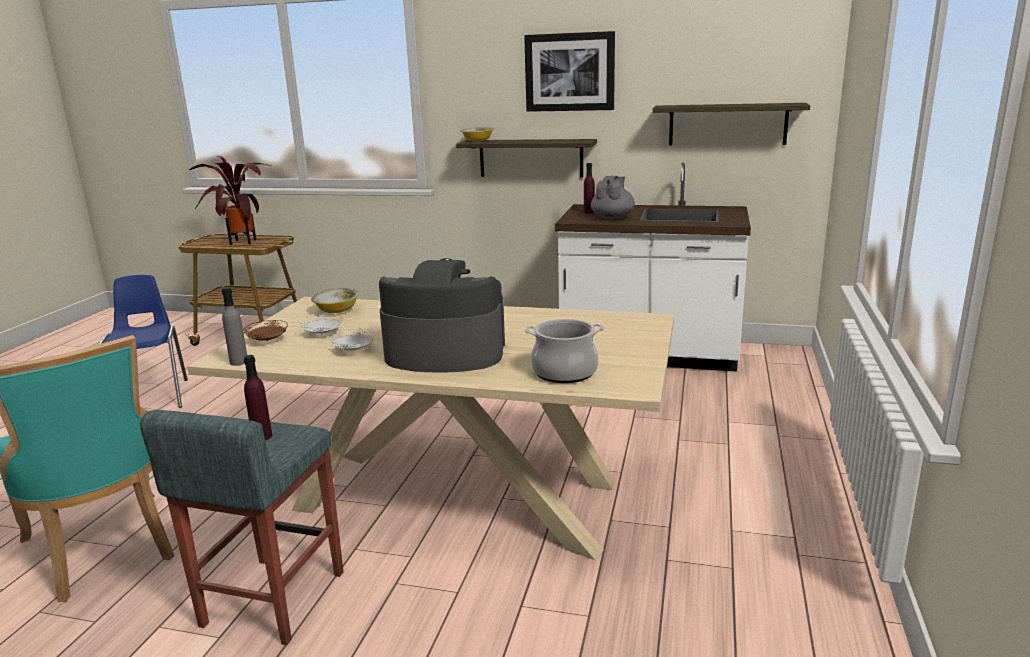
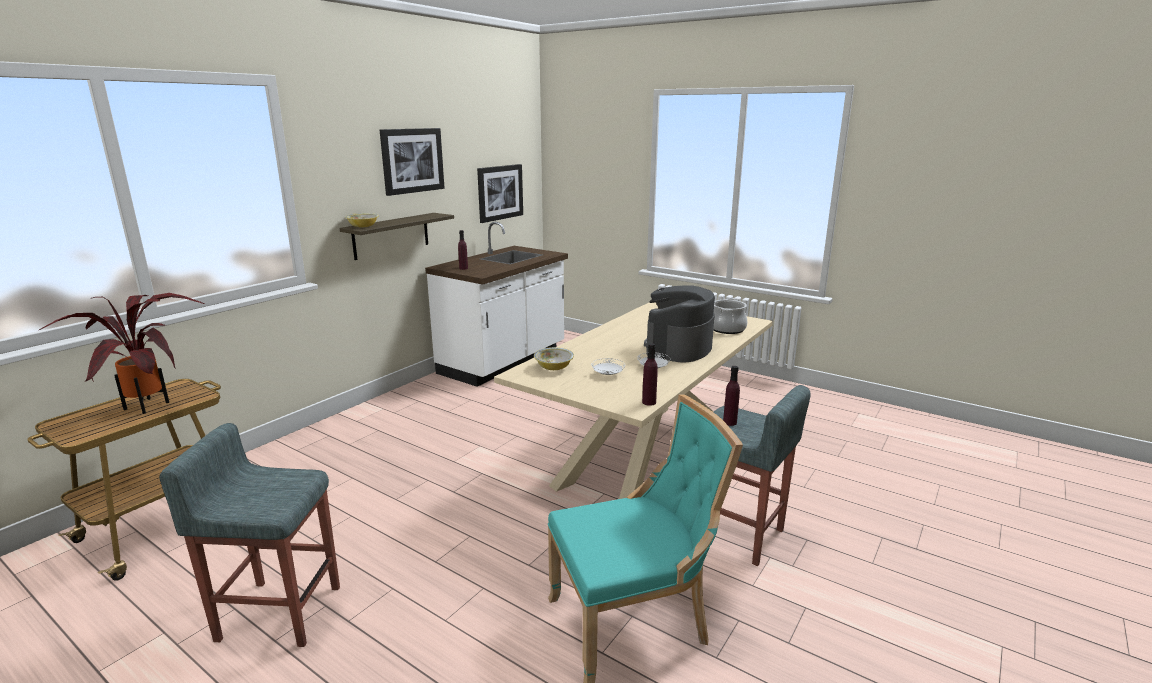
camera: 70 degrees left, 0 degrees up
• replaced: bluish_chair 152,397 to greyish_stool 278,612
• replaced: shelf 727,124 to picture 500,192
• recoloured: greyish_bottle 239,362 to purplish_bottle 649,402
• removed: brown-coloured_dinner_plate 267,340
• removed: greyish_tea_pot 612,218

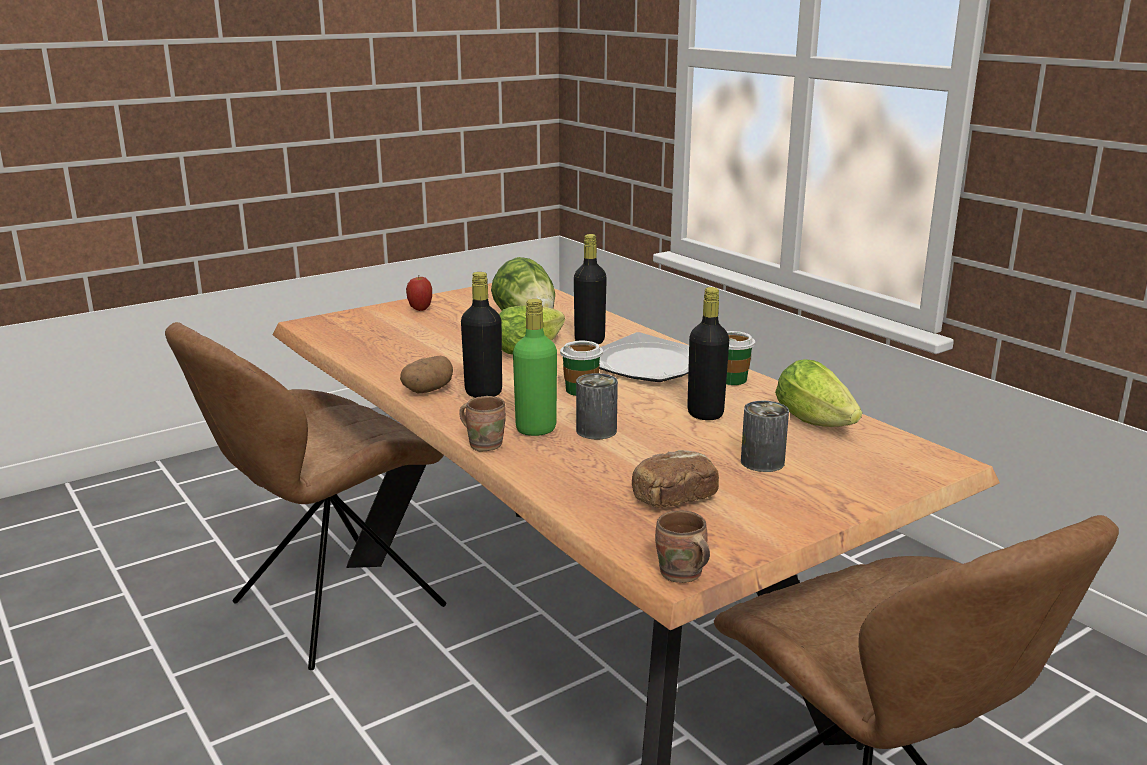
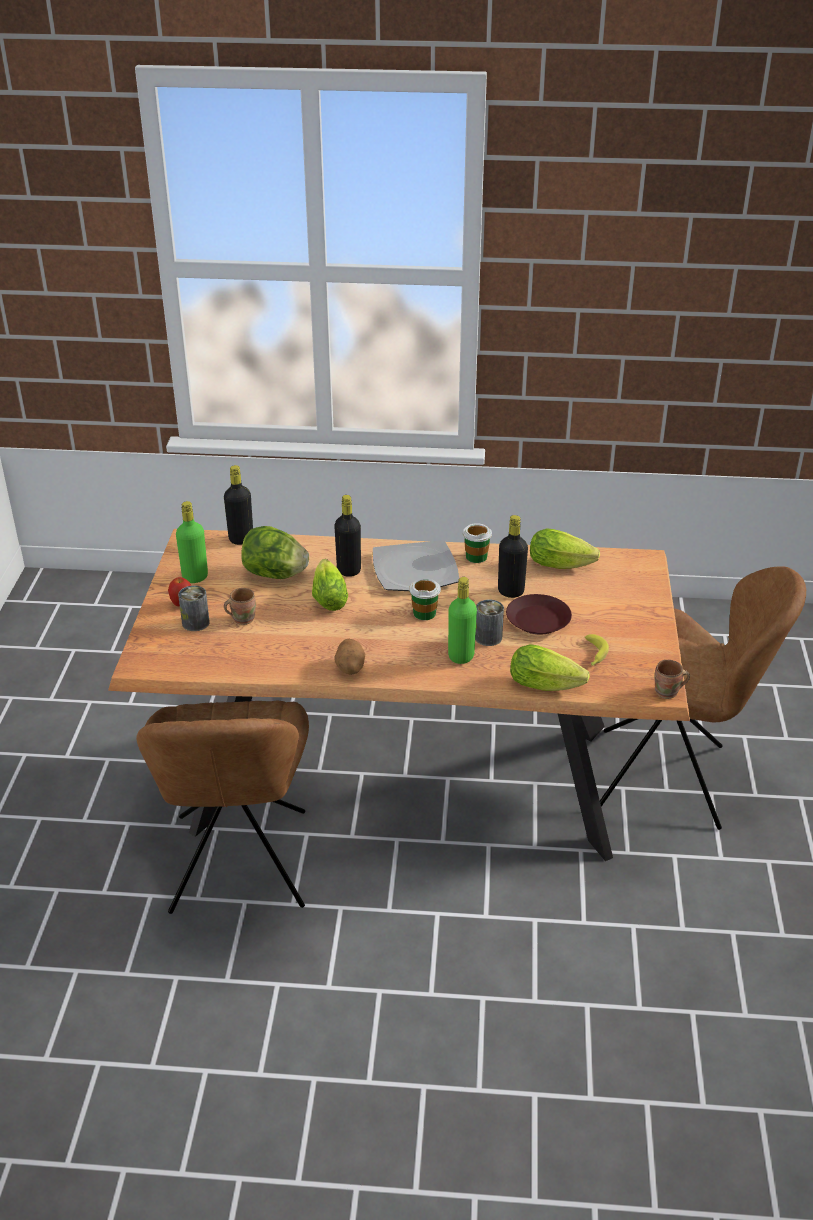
camera: 50 degrees left, 15 degrees up
• added: green-coloured_bottle 195,577
• moved: sealed_can 762,462 to 195,623
• moved: black_bottle 483,393 to 241,539
• moved: brown-coloured_tea_mug 485,444 to 242,618
• added: brown-coloured_dinner_plate 539,620
• added: lettuce 548,685
• replaced: bread 673,497 to banana 594,655

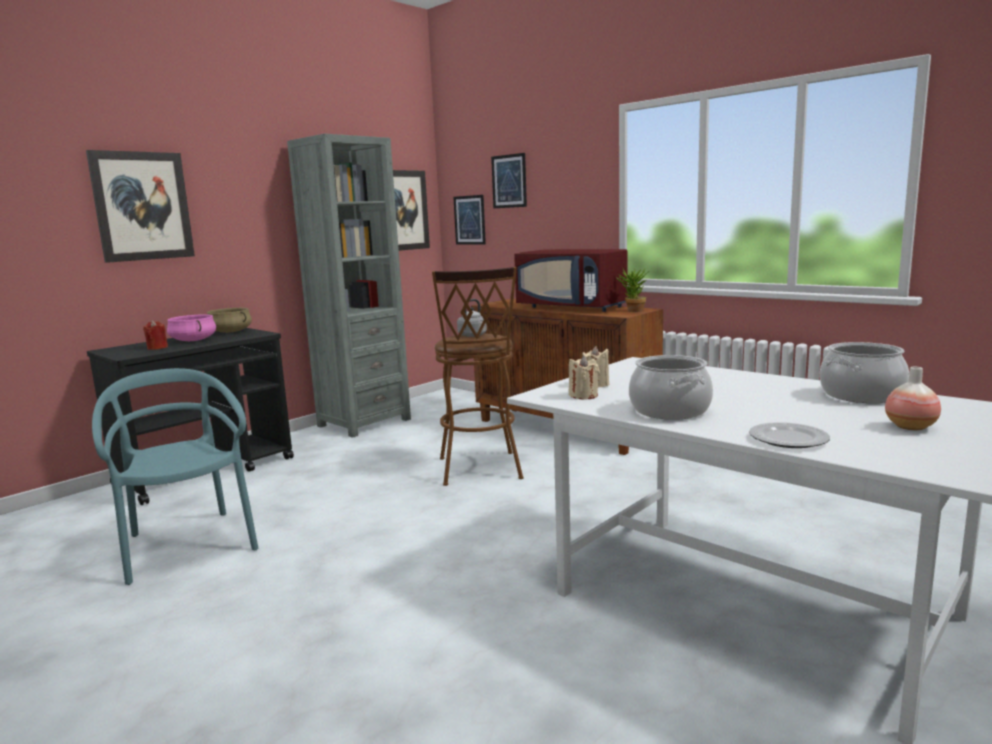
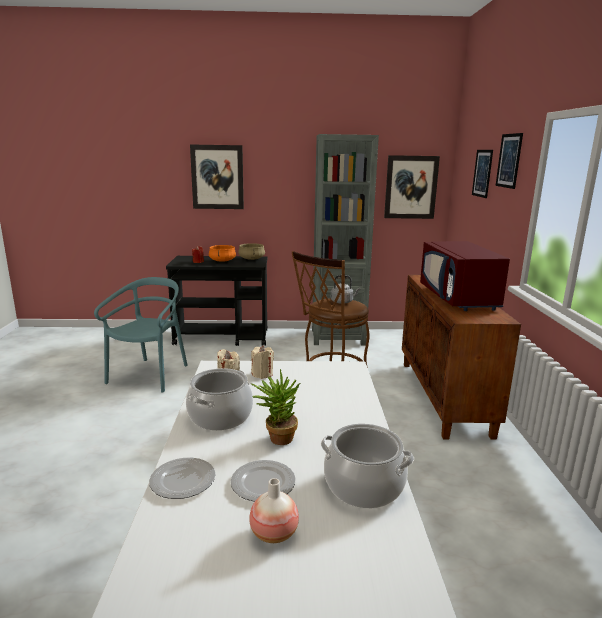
camera: 45 degrees right, 5 degrees up
• recoloured: pinkish_cooking_pot 193,340 to orange_cooking_pot 222,261
• added: dinner_plate 262,483
• moved: houseplant 632,311 to 277,438
• moved: picture 469,220 to 509,160

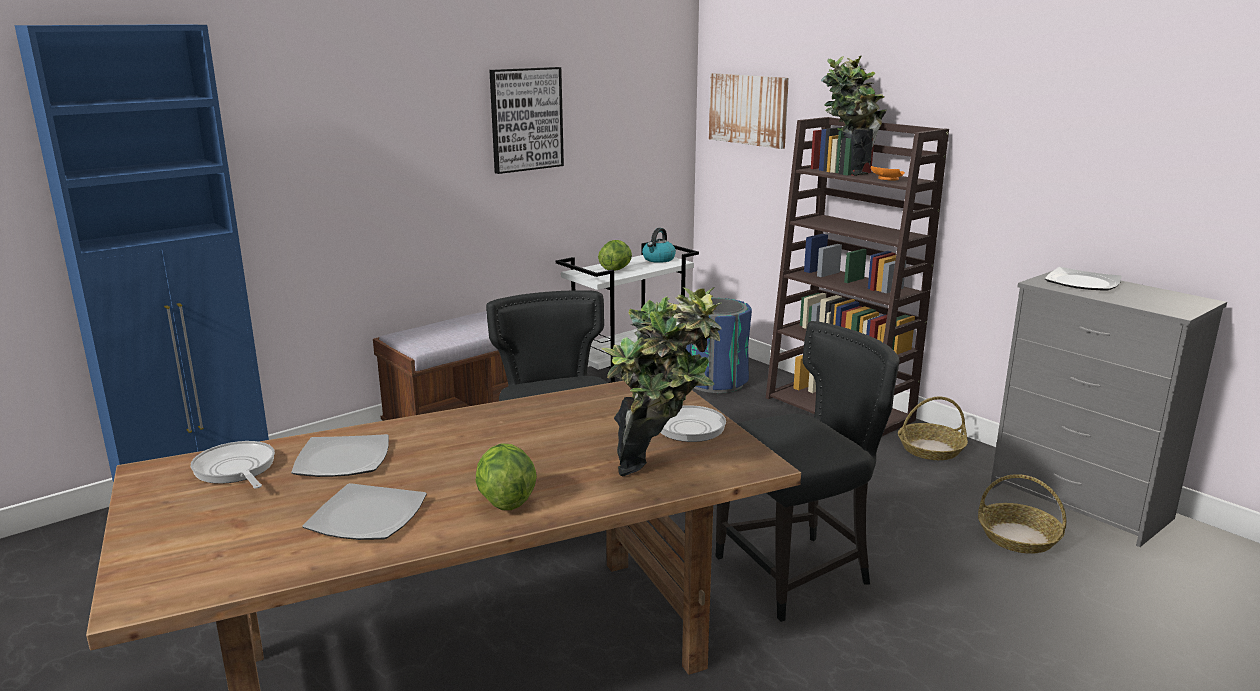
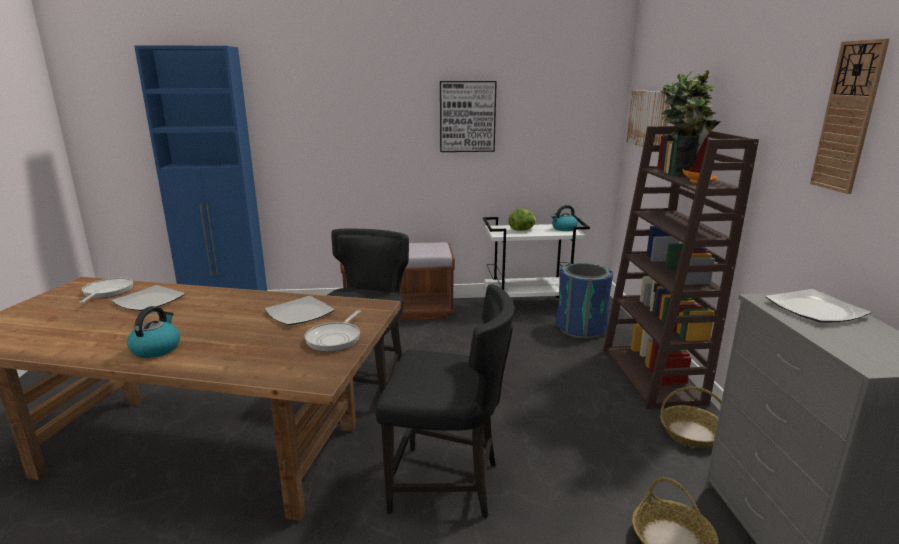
camera: 35 degrees right, 0 degrees up
• replaced: lettuce 505,500 to tea_kettle 156,348
• moved: dinner_plate 367,517 to 299,314
• added: hanging_clock 848,117
• removed: houseplant 661,469

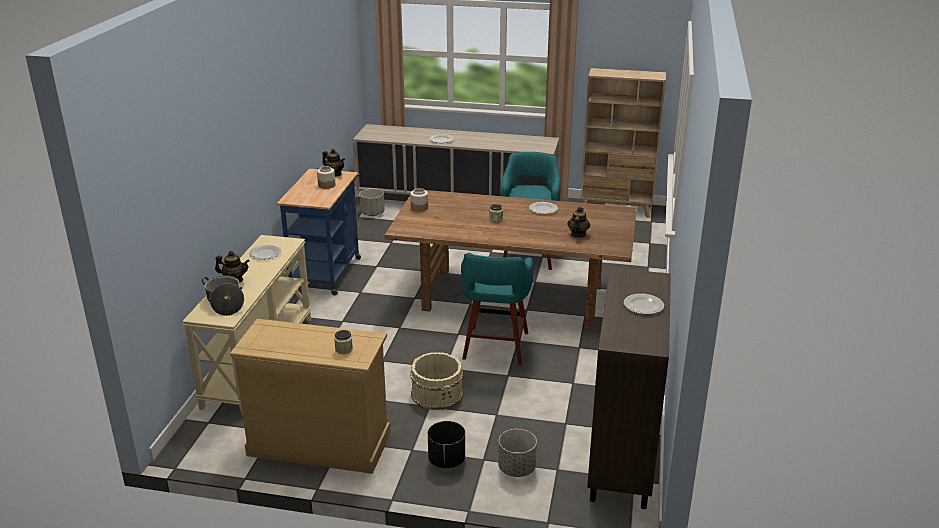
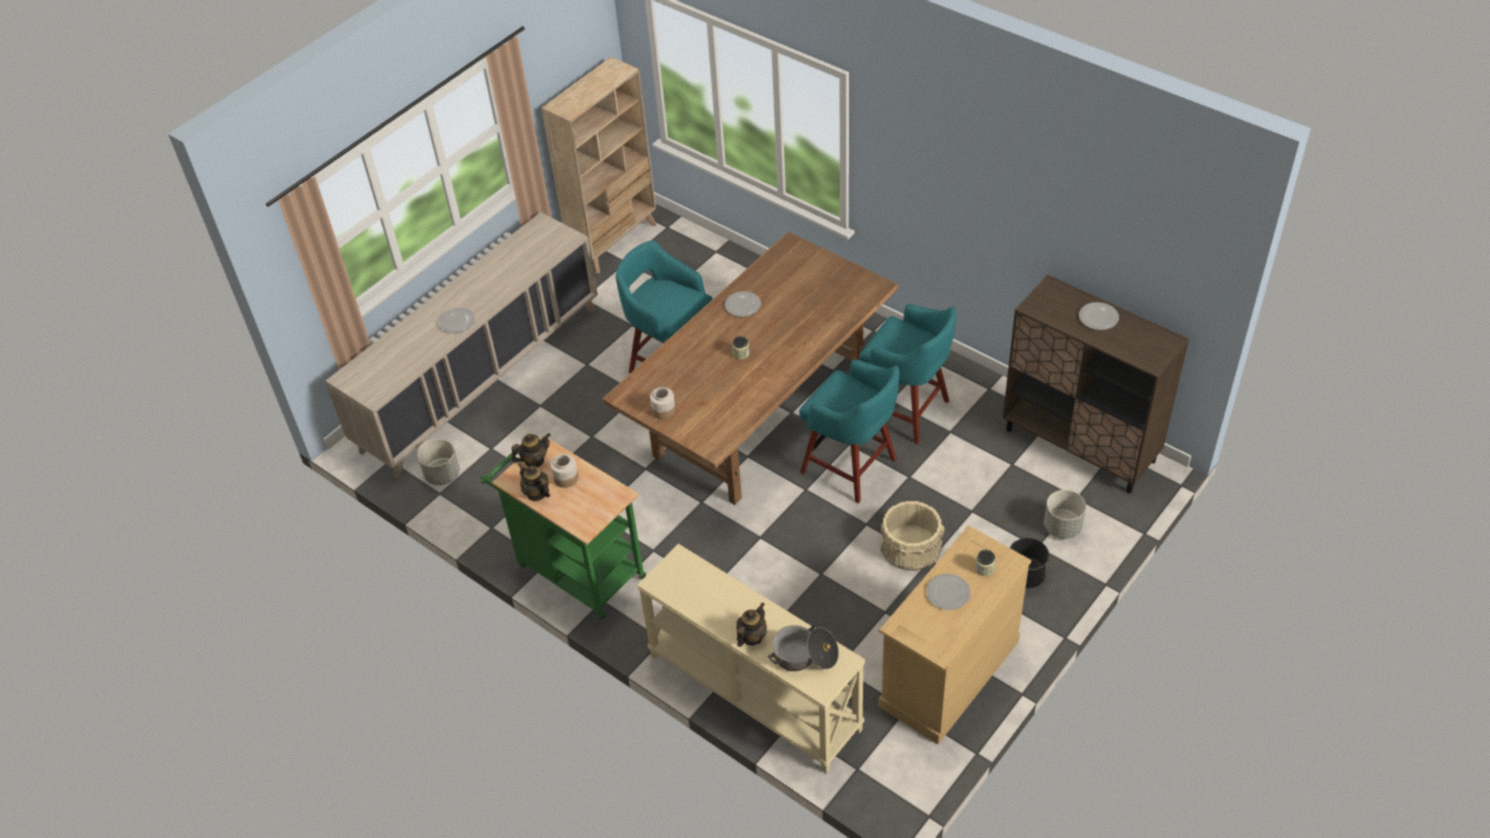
camera: 60 degrees left, 20 degrees up
• recoloured: bluish_cart 327,271 to green-coloured_cart 575,569
• moved: tea_pot 577,234 to 536,493
• added: turquoise_stool 906,411
• moved: dinner_plate 265,254 to 948,593

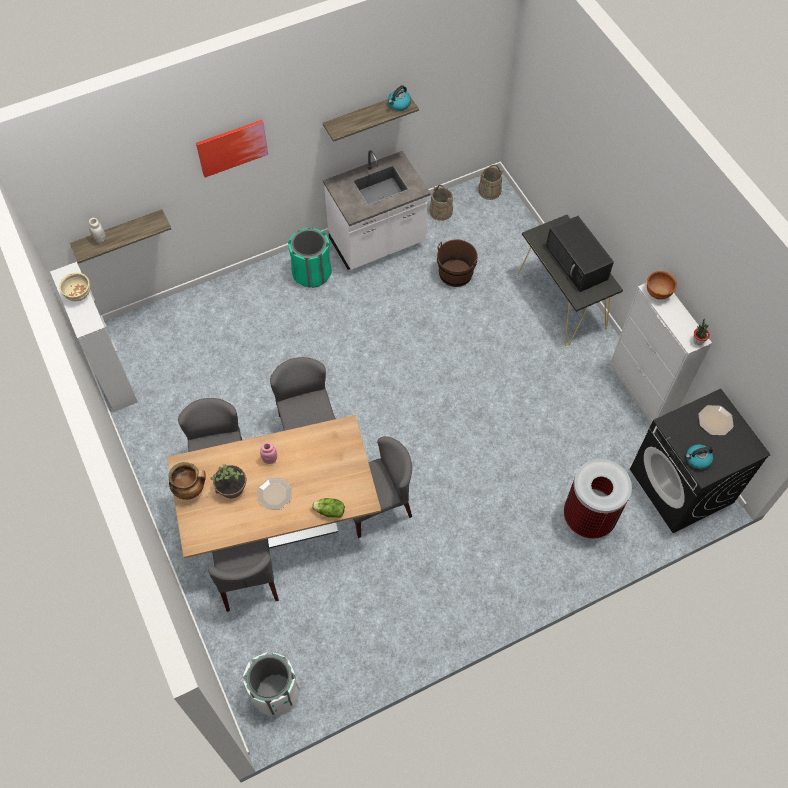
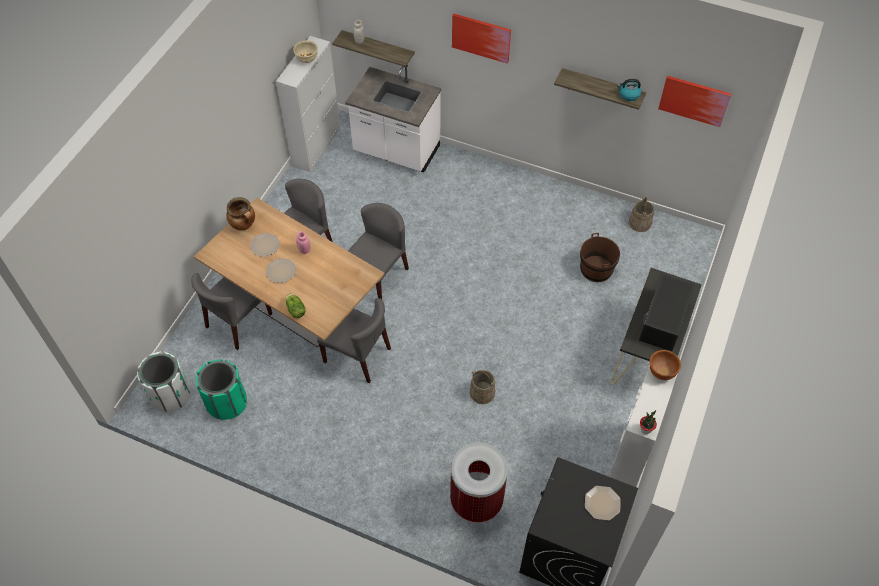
camera: 50 degrees right, 5 degrees down
• moved: green-coloured_trash_can 312,273 to 226,403
• replaced: houseplant 231,487 to dinner_plate 265,245
• moved: white_kitchen_base_unit 377,243 to 396,151
• moved: sand-coloured_water_bucket 489,190 to 482,392
• added: picture 694,100
• removed: tea_kettle 697,459

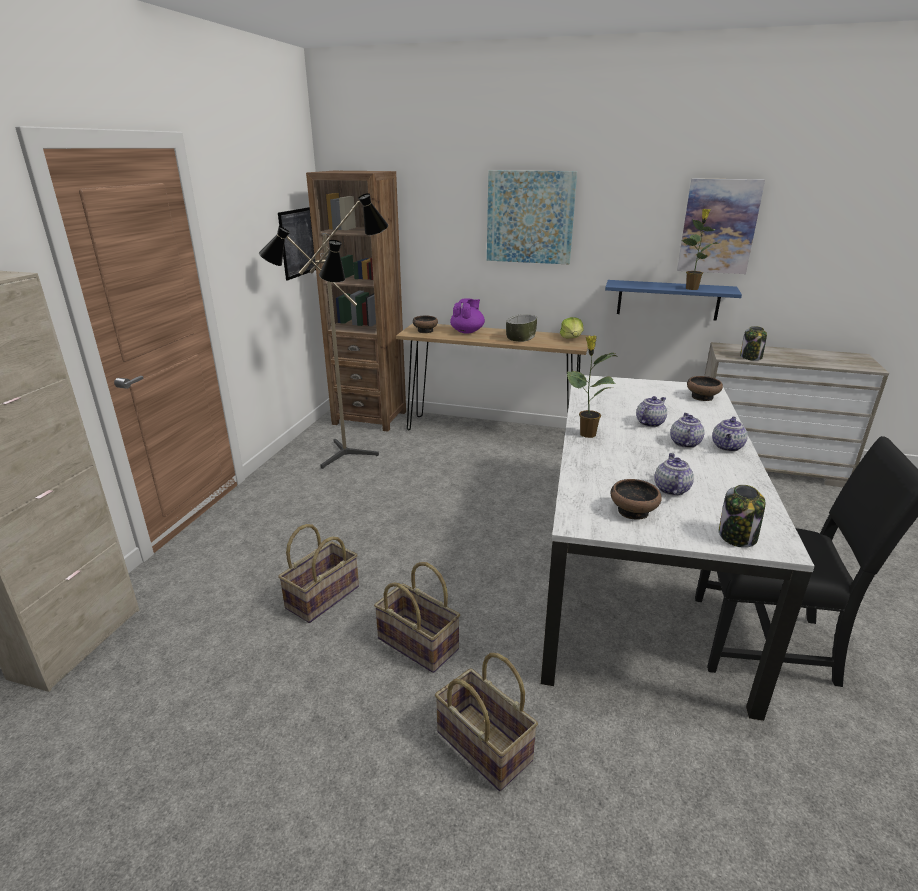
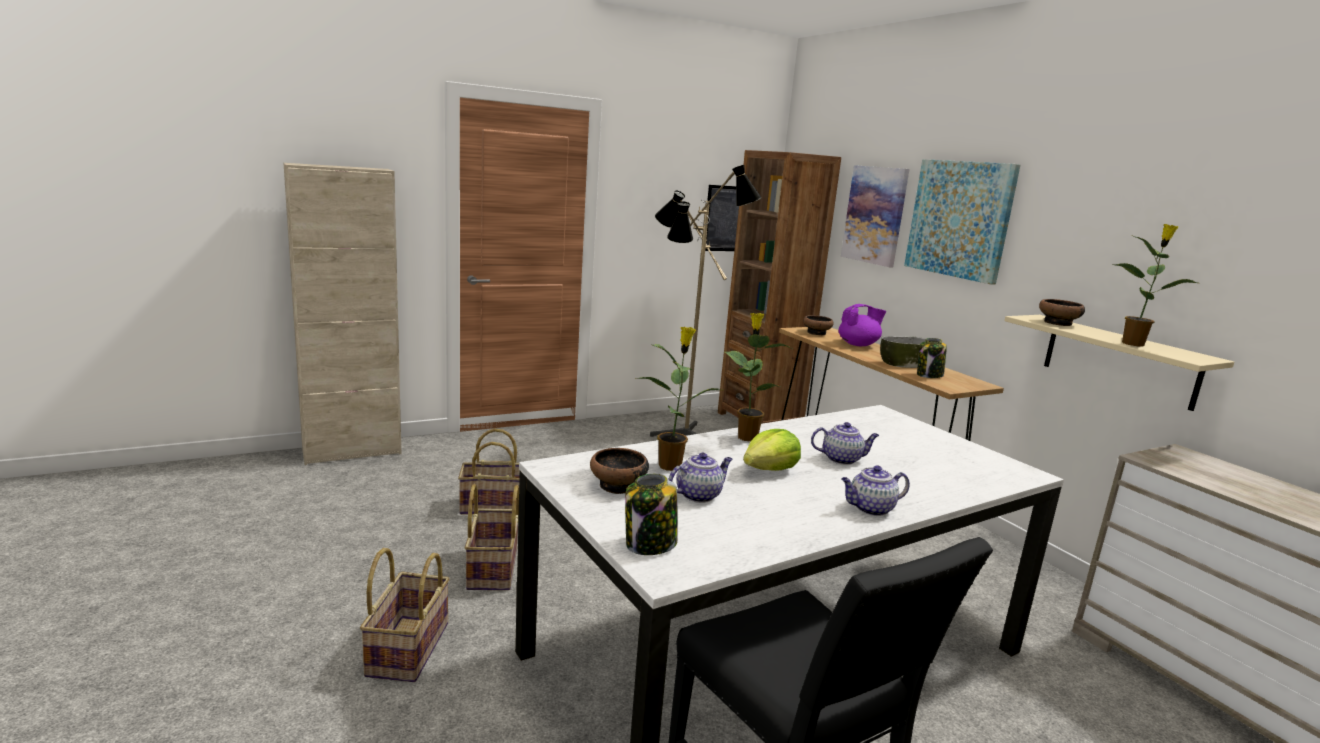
camera: 45 degrees right, 10 degrees down
• added: houseplant 671,465
• moved: lettuce 572,338 to 770,470
• moved: picture 718,226 to 875,215
• moved: storage_jar 751,357 to 929,375
• recoloured: bluish_shelf 668,300 to sand-coloured_shelf 1119,361
• moved: deep_dish 702,397 to 1058,323
• removed: tea_pot 684,443

